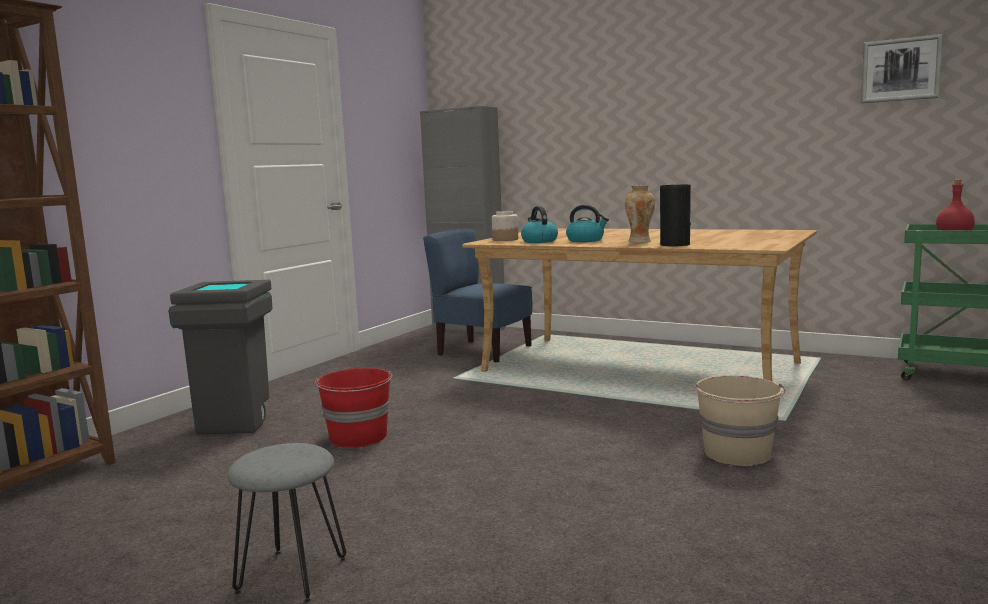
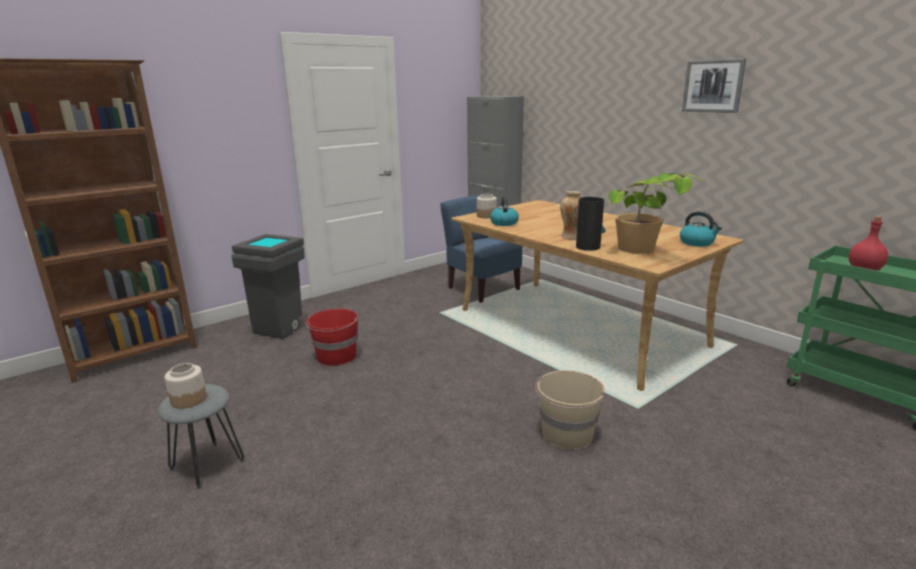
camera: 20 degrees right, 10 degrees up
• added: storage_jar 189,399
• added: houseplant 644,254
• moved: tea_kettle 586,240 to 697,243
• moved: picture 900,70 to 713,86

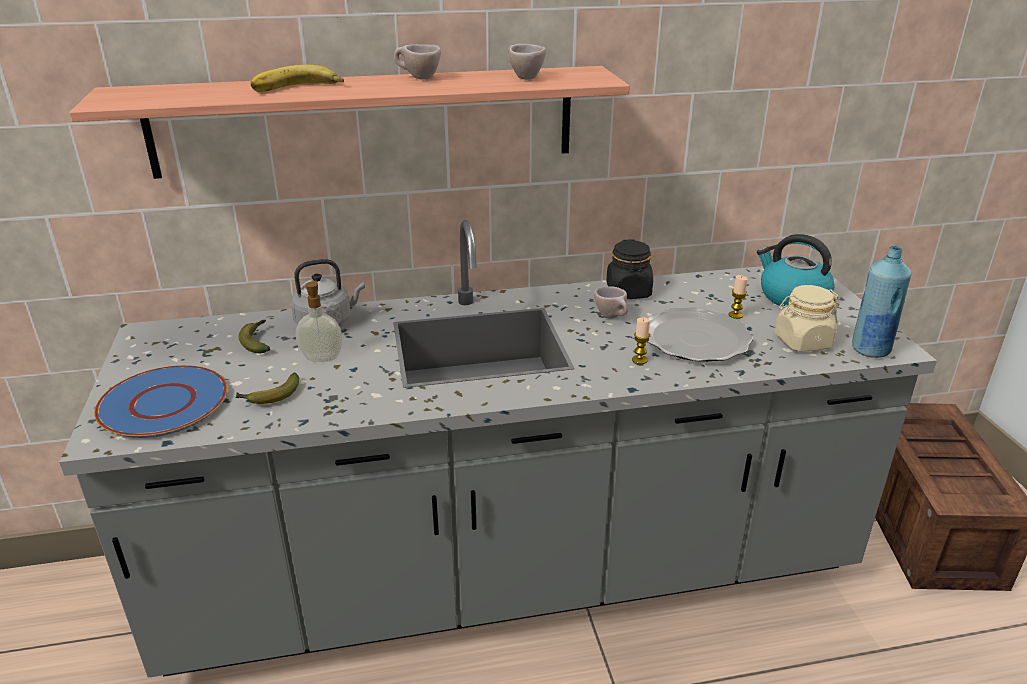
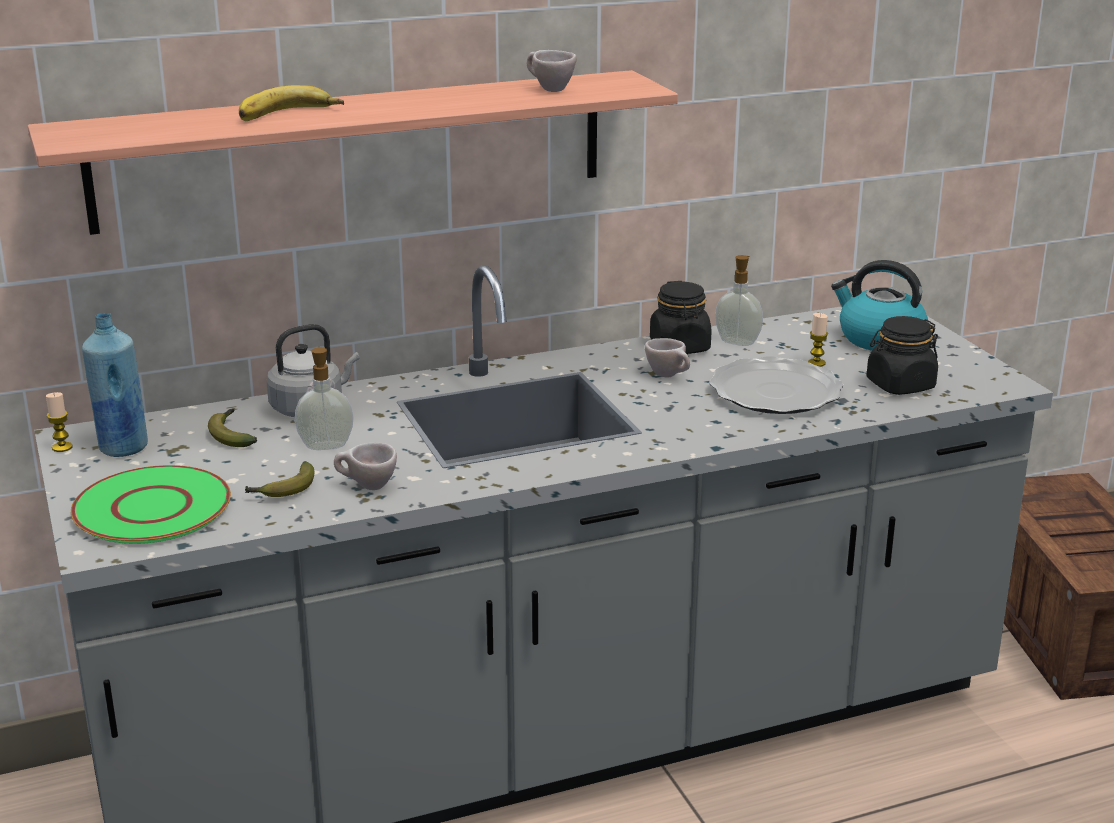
camera: 10 degrees left, 5 degrees down
• moved: wax_light 639,360 to 62,447
• recoloured: bluish_dinner_plate 164,403 to green-coloured_dinner_plate 152,507
• moved: bluish_bottle 870,350 to 122,448
• moved: sand-coloured_drinking_cup 418,78 to 366,487
• added: soap_dispenser 738,342
• recoloured: sand-coloured_storage_jar 802,342 to black_storage_jar 900,385

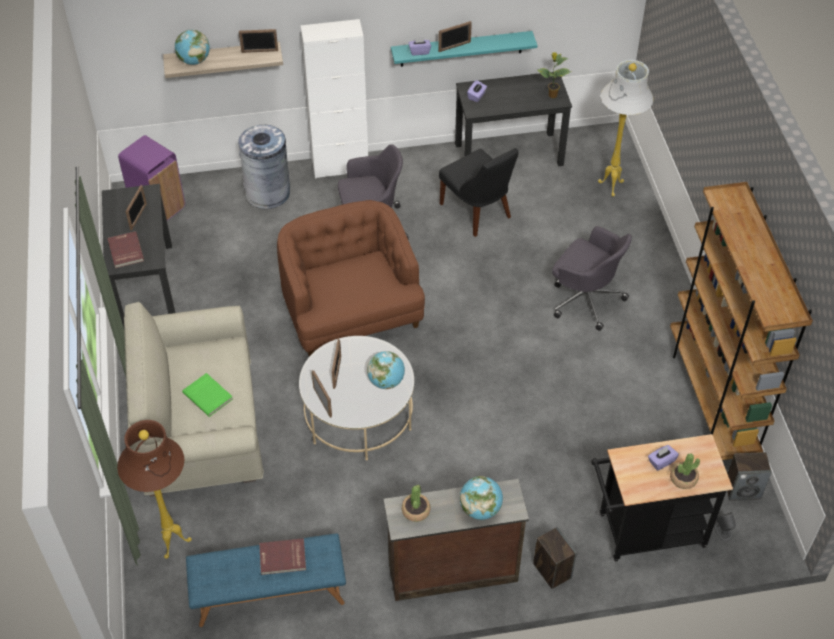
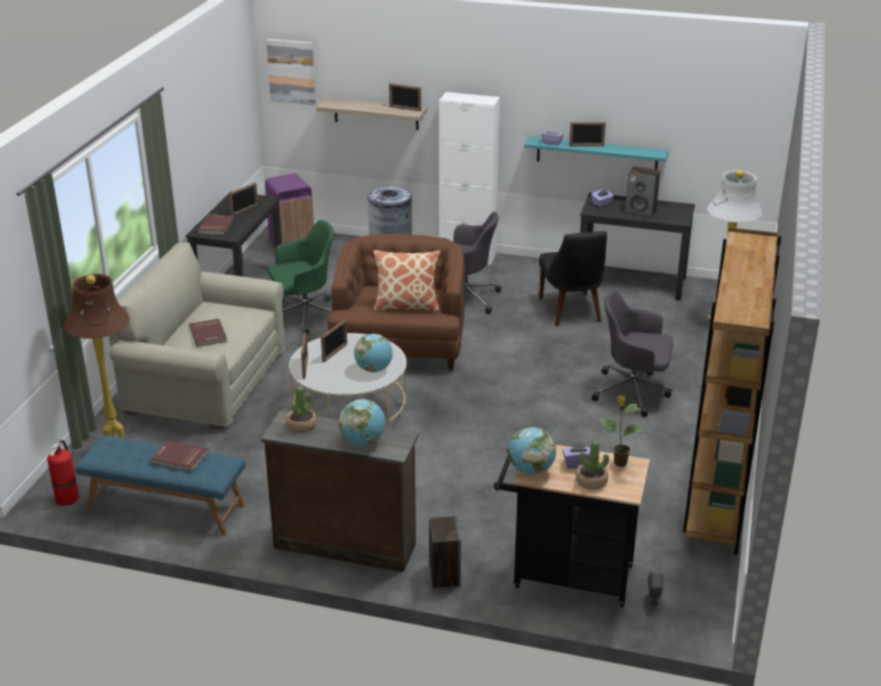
camera: 25 degrees right, 20 degrees down
• added: extinguisher 67,497
• recoloured: green-coloured_book 208,395 to red-coloured_book 209,334
• added: picture 291,71
• added: green-coloured_office_chair 305,315
• added: cushion 406,306
• moved: globe 194,61 to 531,470
• turned: greyish_office_chair 585,298 = 633,392 135 degrees clockwise
• moved: houseplant 552,95 to 619,463
• moved: loudspeaker 742,489 to 640,211

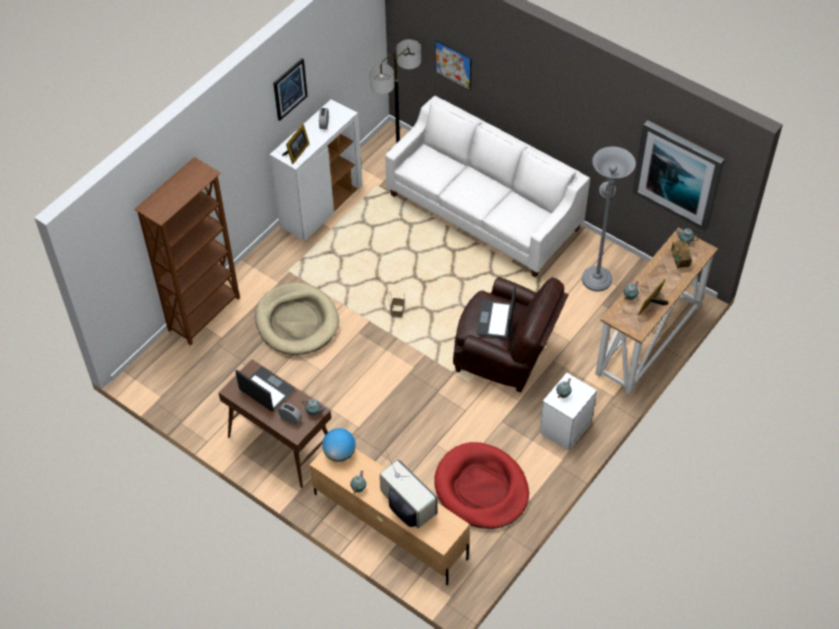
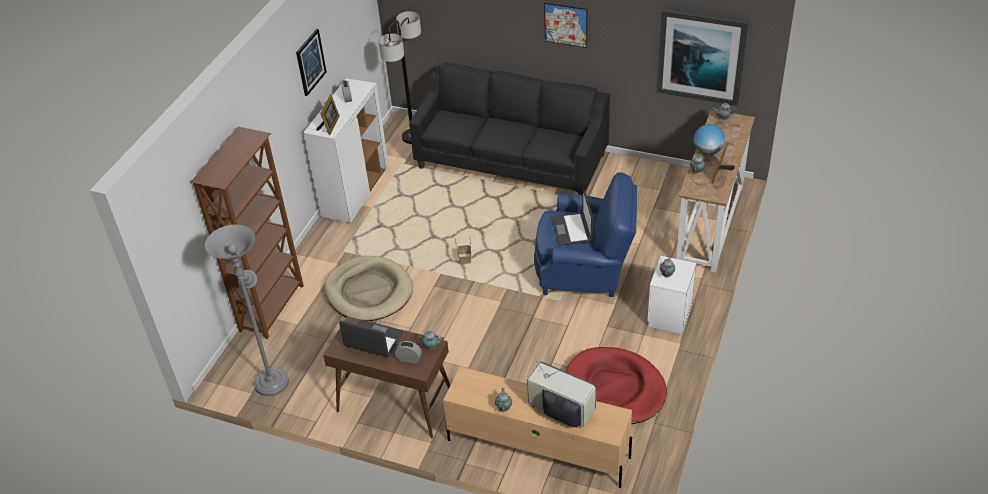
camera: 15 degrees left, 10 degrees down
• moved: greyish_floor_lamp 596,276 to 271,379
• recoloured: white_sofa 484,212 to black_sofa 512,161
• recoloured: brown-coloured_armchair 506,356 to bluish_armchair 585,270
• moved: picture 453,65 to 565,25
• moved: globe 339,453 to 708,151
• removed: radio_receiver 680,260

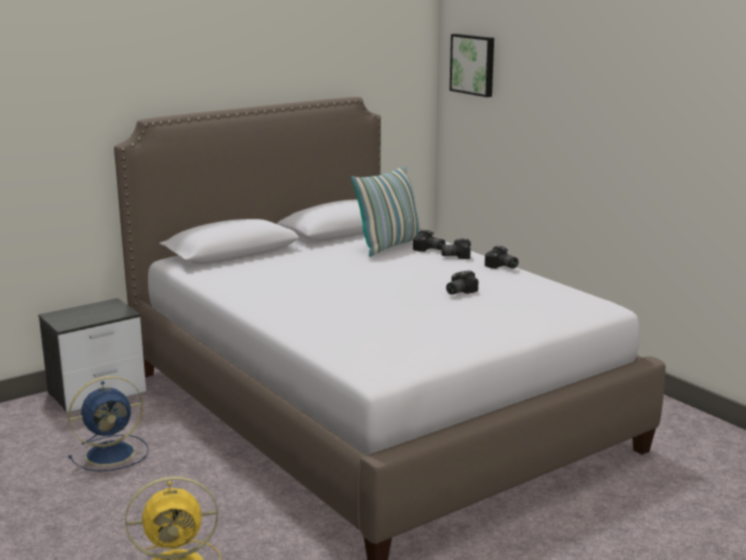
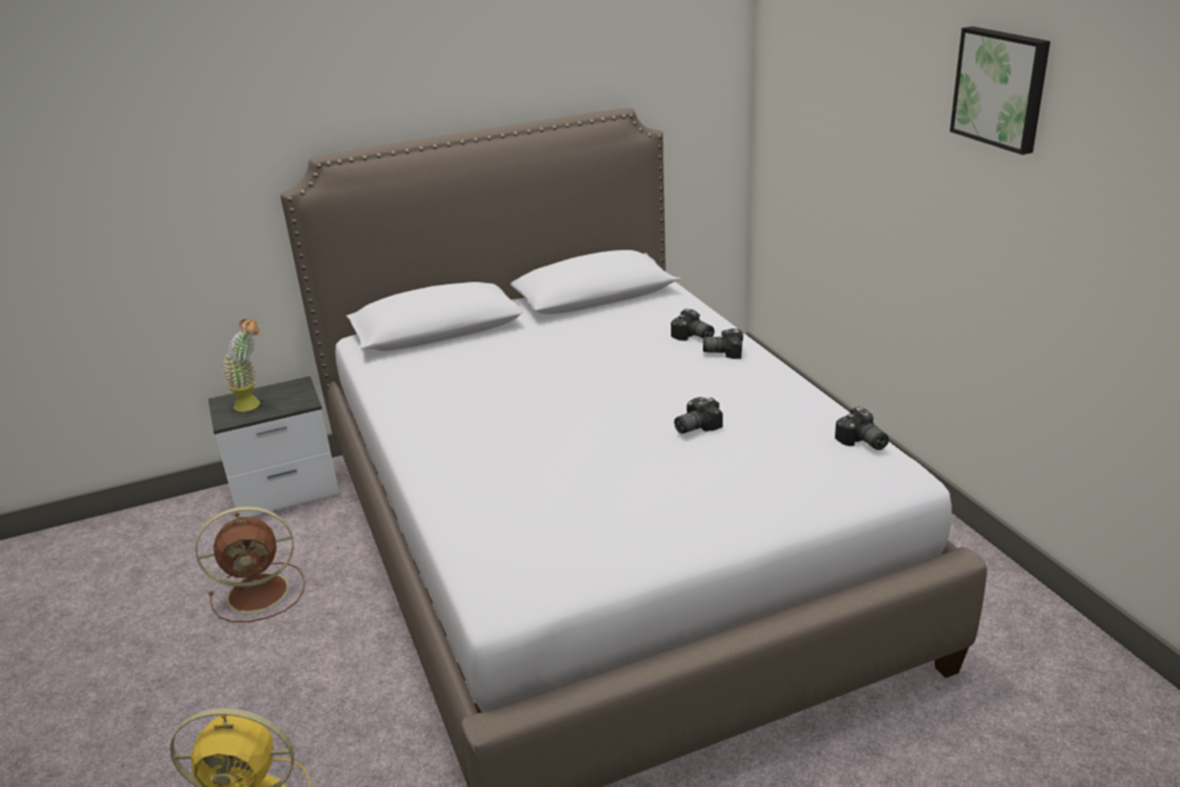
camera: 15 degrees right, 10 degrees up
• recoloured: bluish_fan 112,453 to brown-coloured_fan 261,592
• added: houseplant 254,404
• moved: photo_camera 501,267 to 862,442
• moved: picture 473,64 to 1002,88
• removed: cushion 389,246

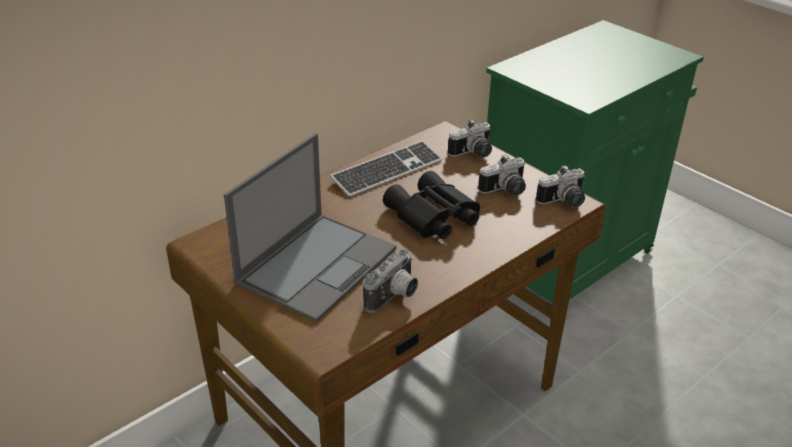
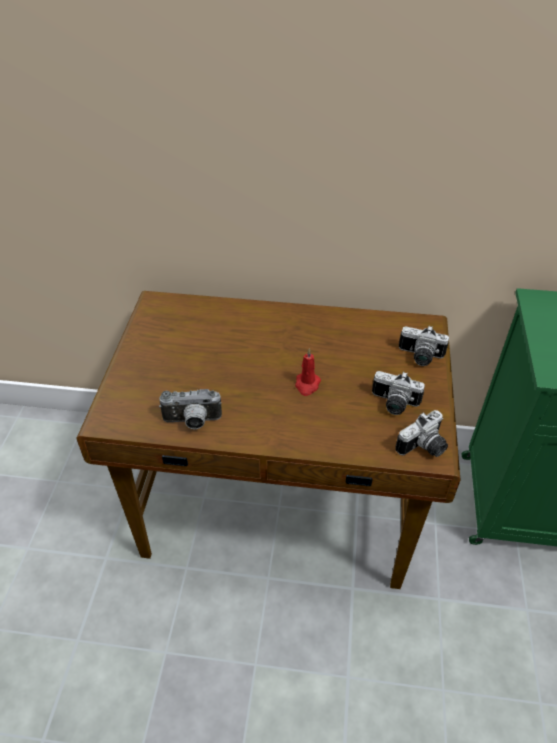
camera: 50 degrees right, 10 degrees up
• replaced: black_binoculars 432,217 to red-coloured_wax_light 307,385
• turned: photo_camera 564,202 = 424,448 60 degrees counterclockwise
• removed: notebook_computer 318,264
• removed: computer_keyboard 387,171

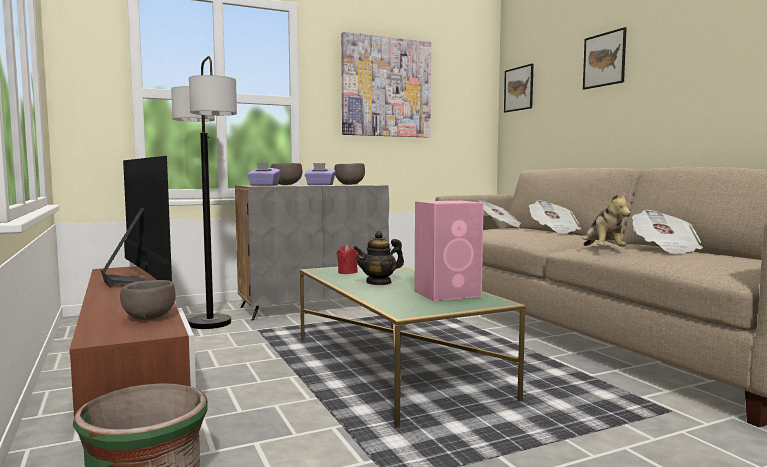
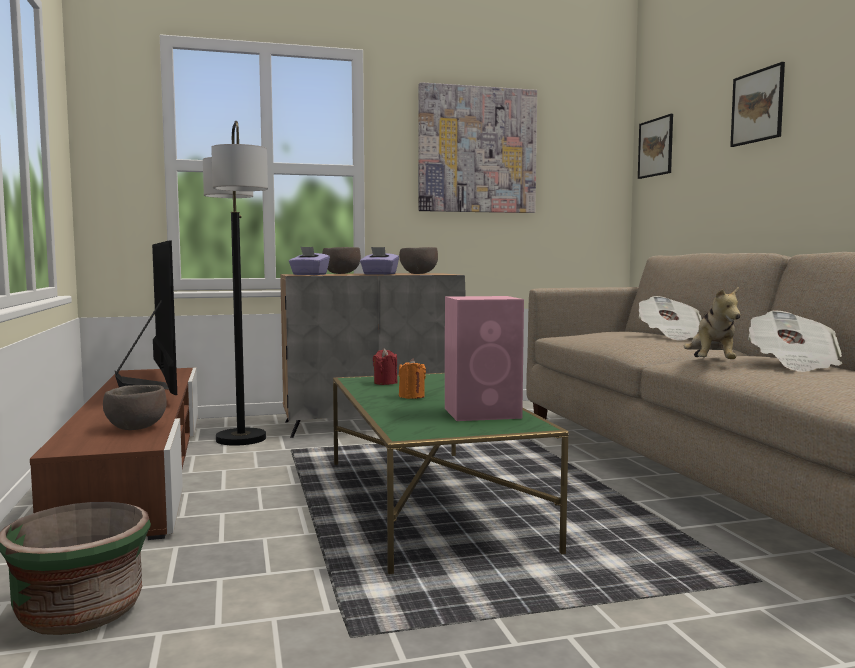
camera: 10 degrees right, 0 degrees up
• replaced: tea_pot 379,282 to orange_wax_light 411,396
• removed: daily_paper 500,226

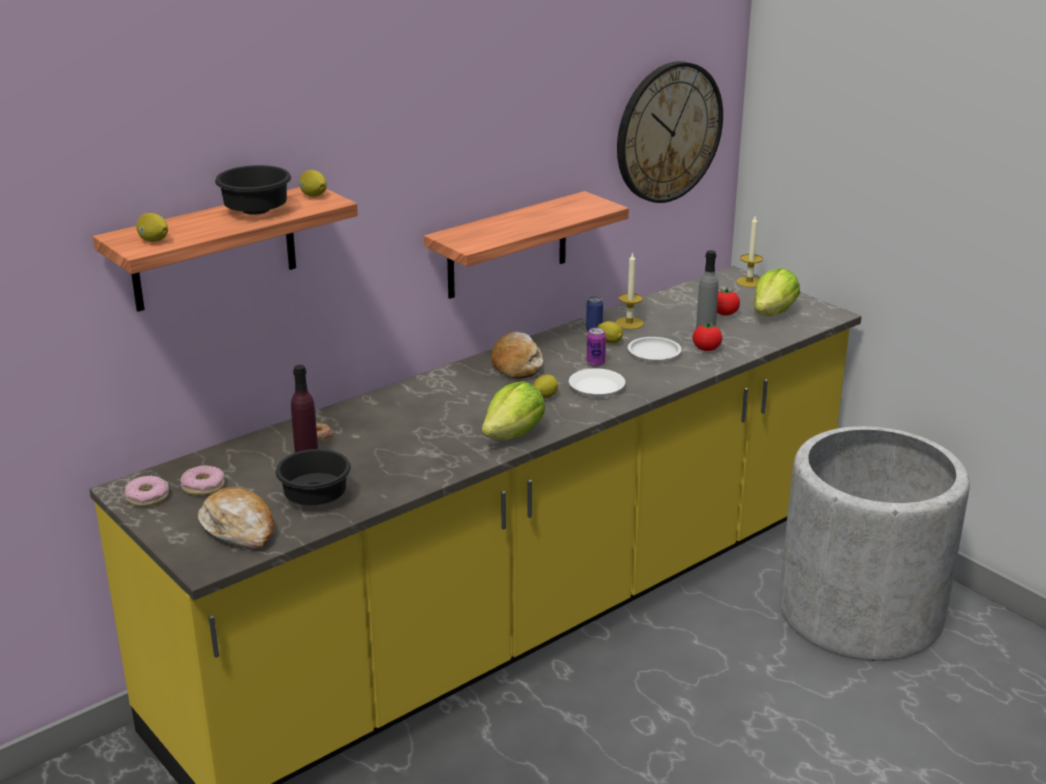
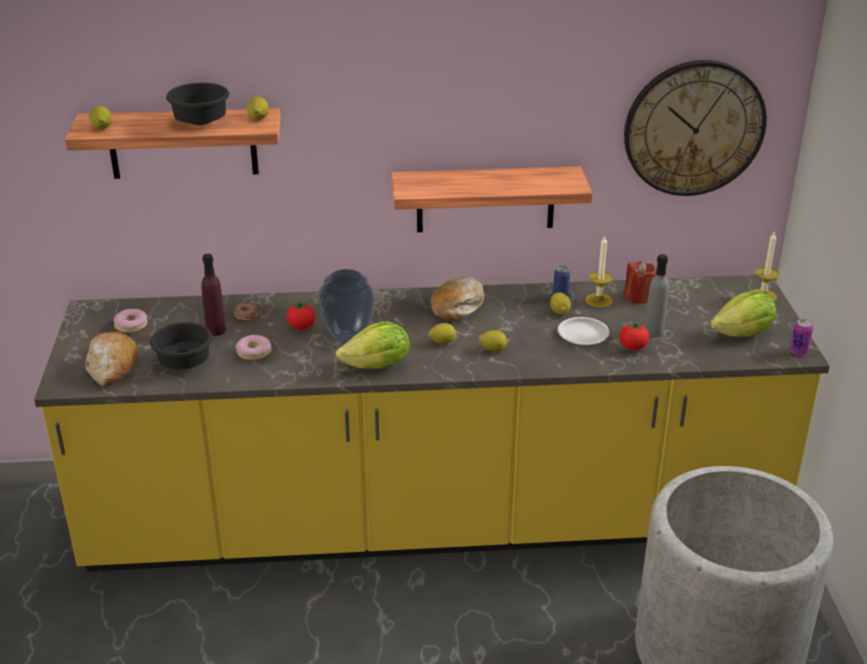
camera: 35 degrees right, 5 degrees up
• moved: donut 147,497 to 254,352
• moved: whole_tomato 724,314 to 301,327
• added: decorative_vase 349,337
• replaced: white_dinner_plate 597,388 to citrus_fruit 493,349
• added: red-coloured_wax_light 638,296
• moved: sealed_can 595,363 to 798,352

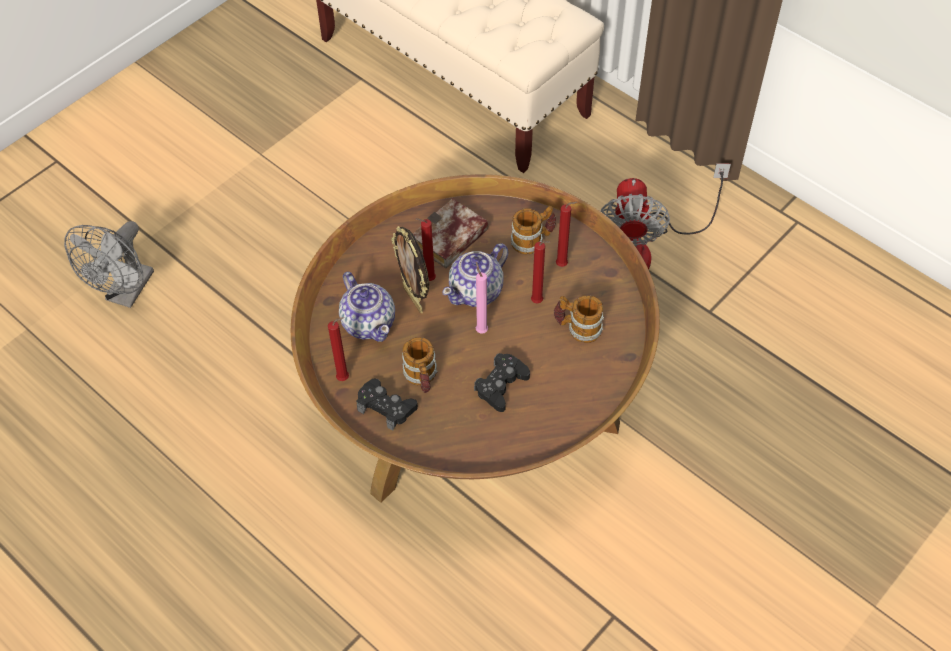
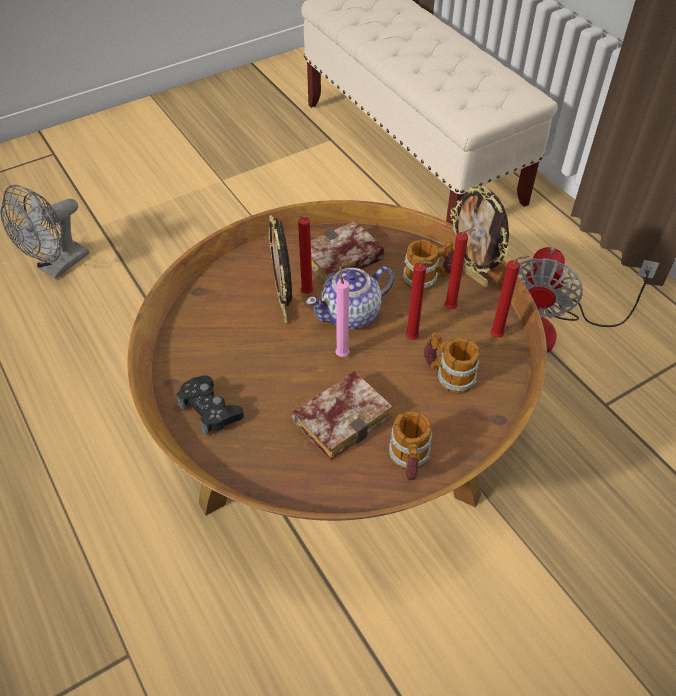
camera: 15 degrees right, 5 degrees down
• replaced: black_gamepad 501,385 to book 343,416
• moved: tea_mug 421,378 to 409,461
• added: photo_frame 472,275
• moved: red-coloured_wax_light 345,378 to 498,336
• removed: tea_pot 369,322

